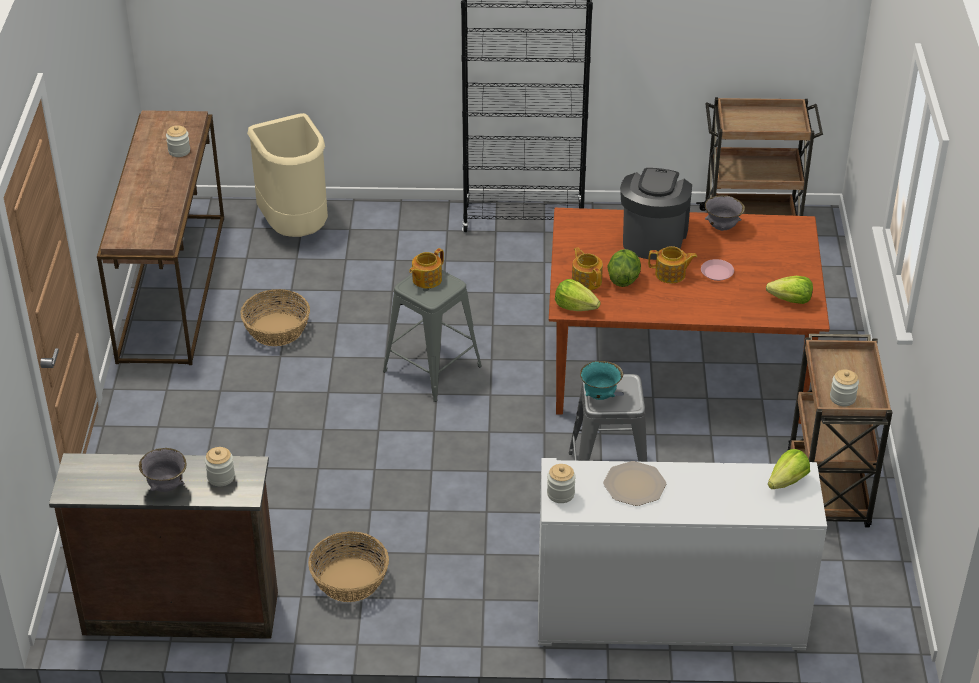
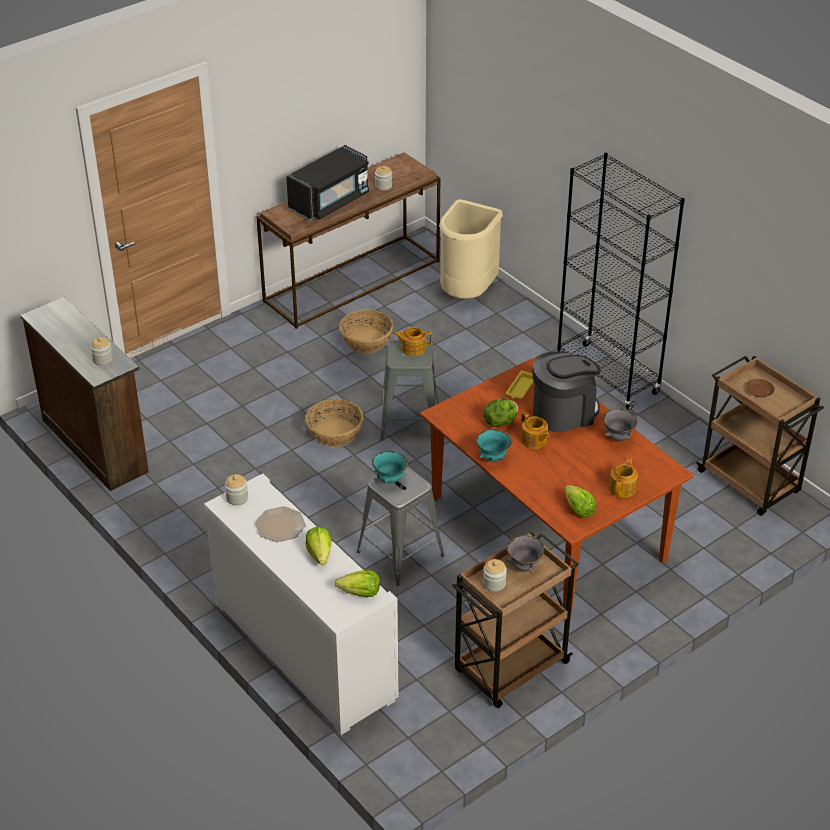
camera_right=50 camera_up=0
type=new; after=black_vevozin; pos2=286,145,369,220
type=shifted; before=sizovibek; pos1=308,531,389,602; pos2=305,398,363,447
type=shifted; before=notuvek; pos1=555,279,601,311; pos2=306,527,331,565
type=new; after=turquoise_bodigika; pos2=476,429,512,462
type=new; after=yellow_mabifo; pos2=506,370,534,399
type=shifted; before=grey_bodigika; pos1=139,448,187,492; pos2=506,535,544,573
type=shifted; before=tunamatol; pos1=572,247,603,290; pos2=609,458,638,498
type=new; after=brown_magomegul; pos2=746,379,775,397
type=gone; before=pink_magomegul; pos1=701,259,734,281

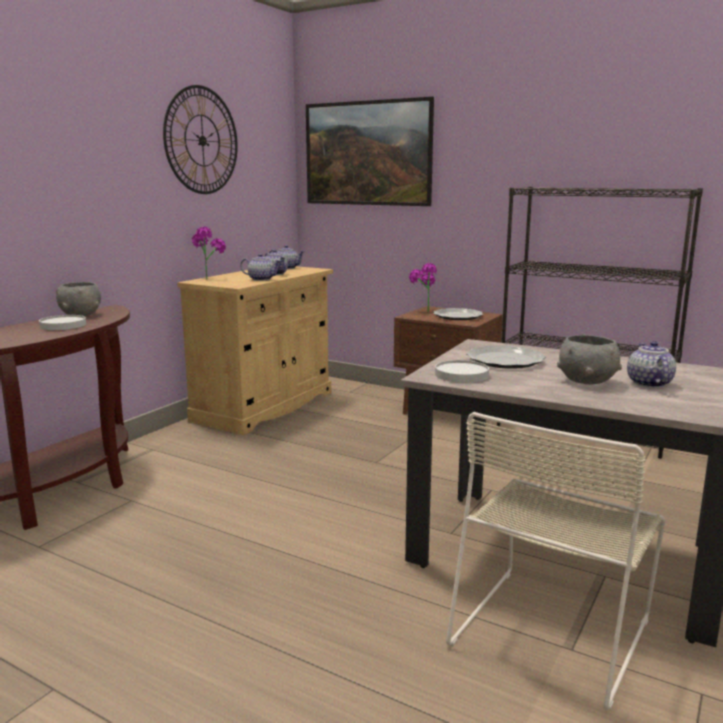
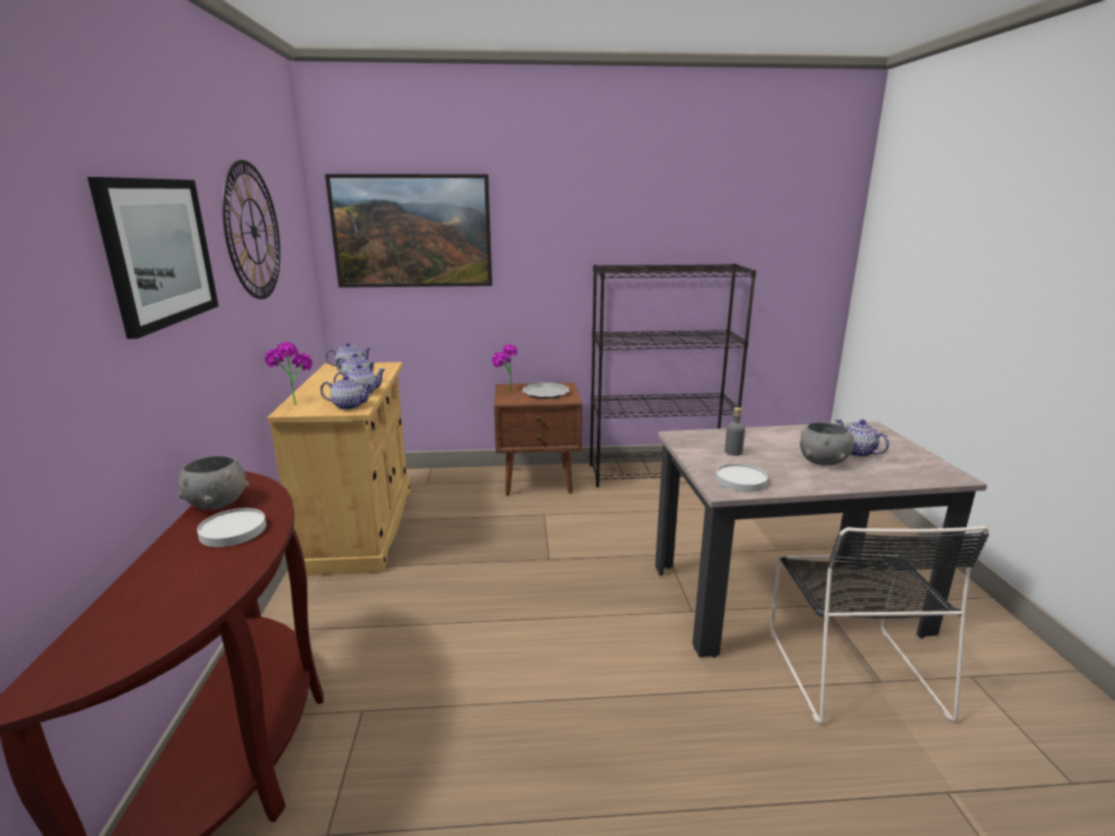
camera_right=-35 camera_up=5
type=new; after=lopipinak; pos2=87,177,219,339
type=new; after=tunamatol; pos2=320,375,373,410
type=swapped; before=magomegul; after=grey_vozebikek; pos1=466,345,546,369; pos2=725,407,745,456
type=repainted; before=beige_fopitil; after=black_fopitil; pos1=446,412,665,710; pos2=770,526,989,724

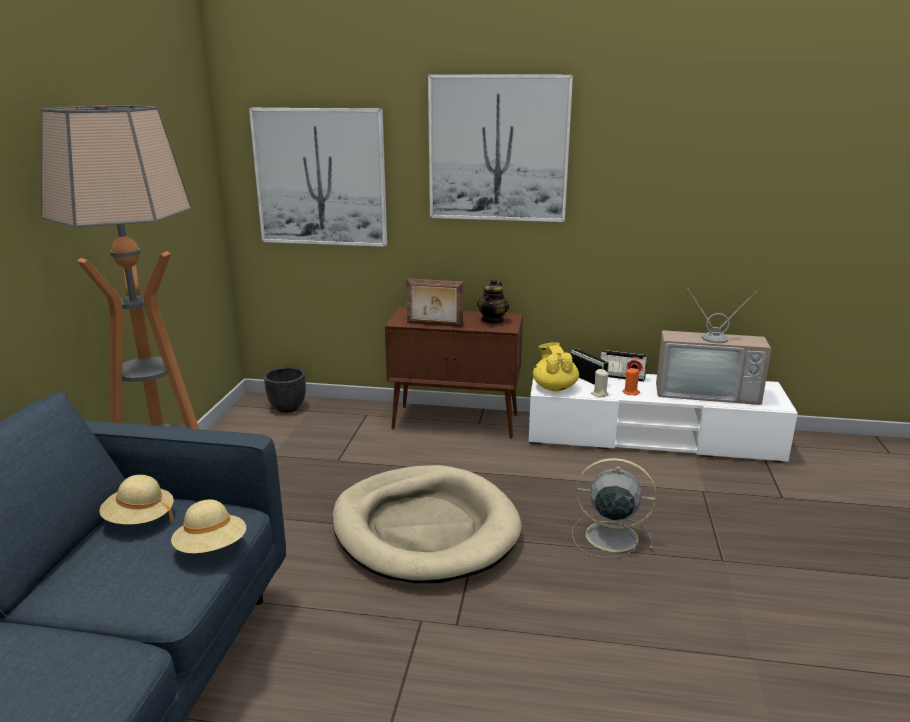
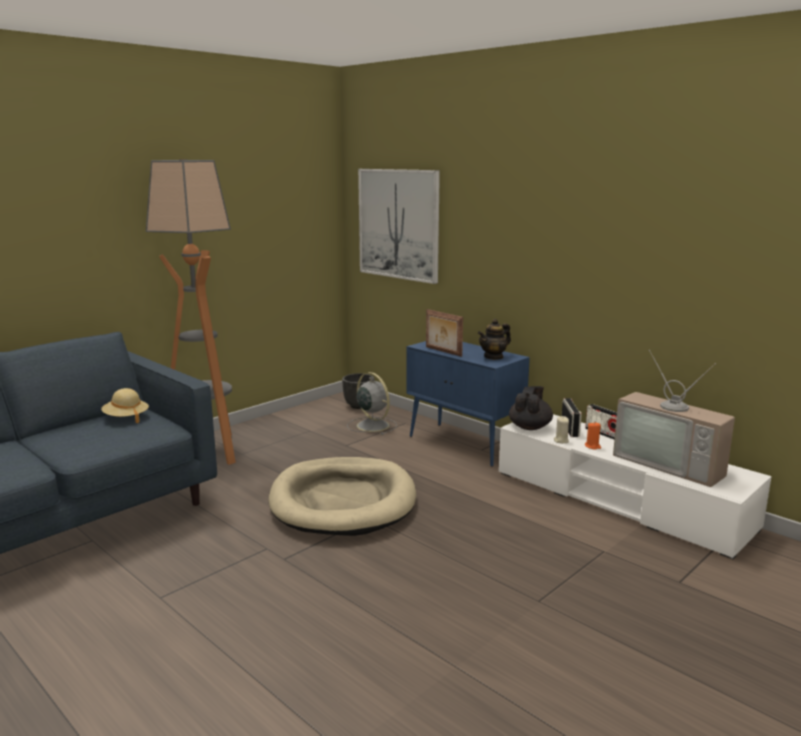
camera_right=35 camera_up=-5
type=shifted; before=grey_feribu; pos1=572,458,656,559; pos2=347,372,397,435
type=repainted; before=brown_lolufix; after=blue_lolufix; pos1=385,307,523,438; pos2=406,341,530,467
type=repainted; before=yellow_tunamatol; after=black_tunamatol; pos1=533,342,579,391; pos2=509,386,553,430
type=gone; before=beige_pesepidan; pos1=171,500,246,553
type=gone; before=lopipinak; pos1=428,74,573,222

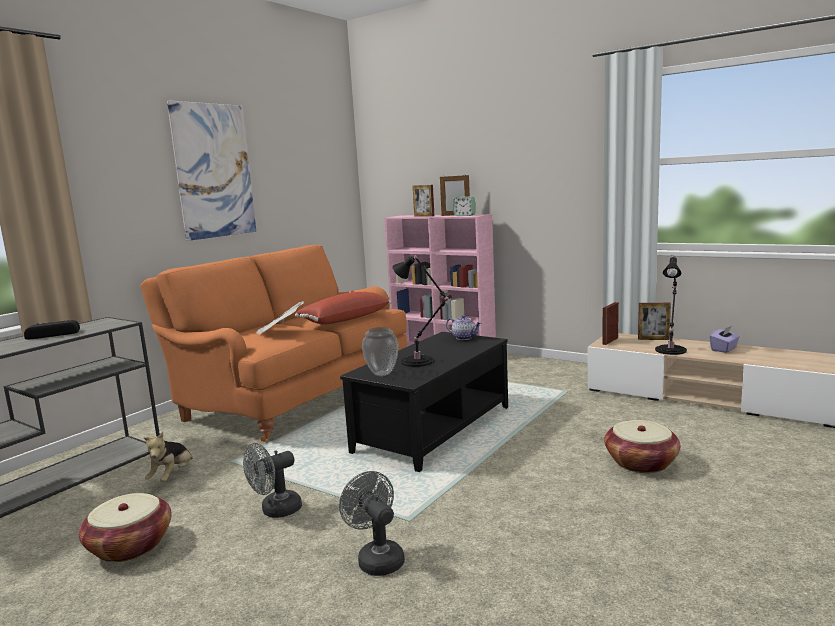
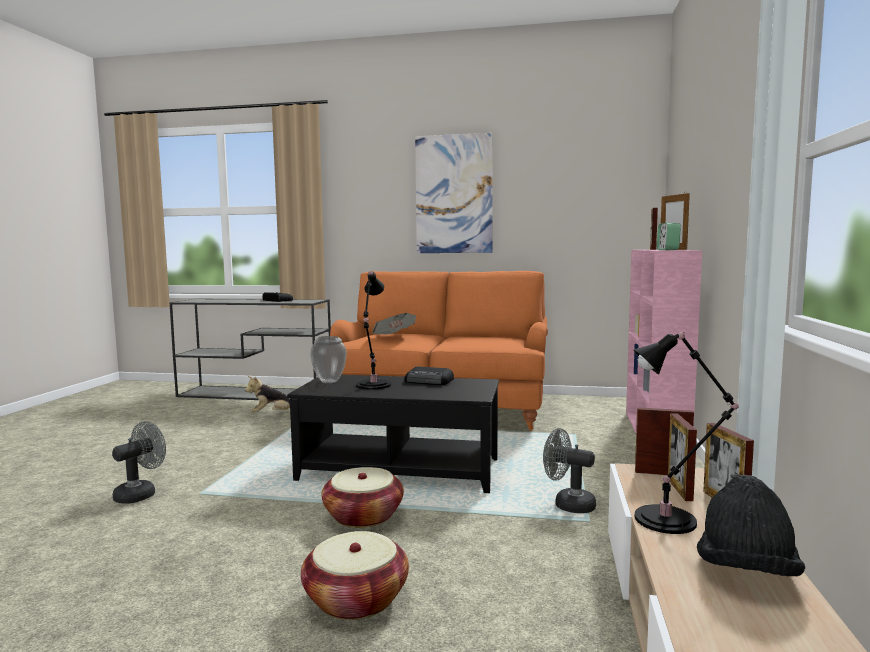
camera_right=65 camera_up=-5
type=shifted; before=sizovibek; pos1=79,493,171,562; pos2=321,467,404,528
type=new; after=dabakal; pos2=404,367,454,385
type=shifted; before=grey_feribu; pos1=243,443,302,518; pos2=543,428,596,513
type=new; after=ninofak; pos2=668,413,697,501
type=swapped; before=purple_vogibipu; after=black_pesepidan; pos1=709,326,740,353; pos2=697,475,805,576
type=gone; before=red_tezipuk; pos1=295,292,391,325
type=gone; before=tunamatol; pos1=446,315,482,340

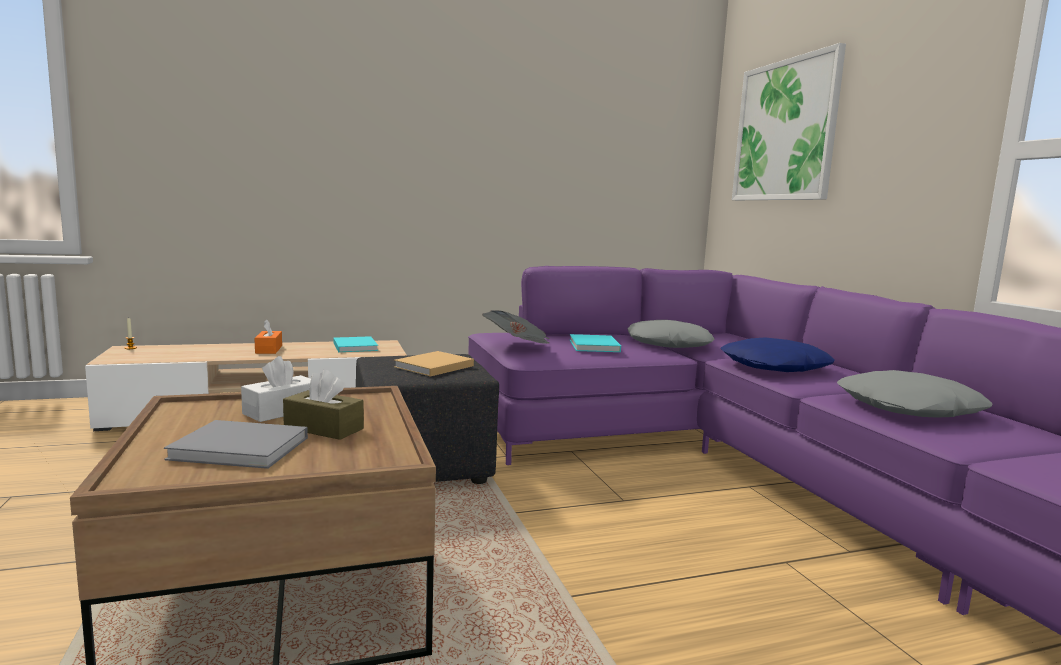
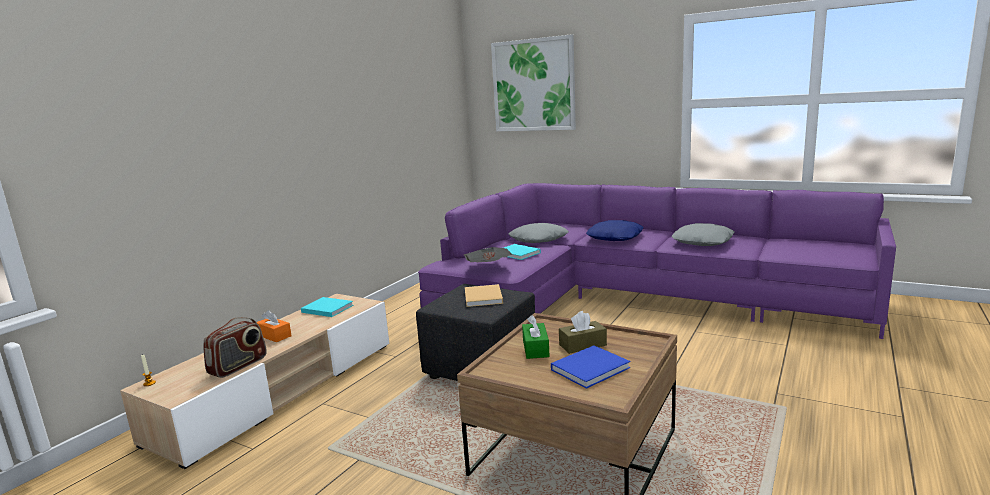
camera_right=-40 camera_up=5
type=new; after=dabakal; pos2=203,317,267,378
type=repainted; before=white_vogibipu; after=green_vogibipu; pos1=241,356,311,422; pos2=522,315,550,359
type=repainted; before=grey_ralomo; after=blue_ralomo; pos1=164,420,308,469; pos2=551,345,630,389

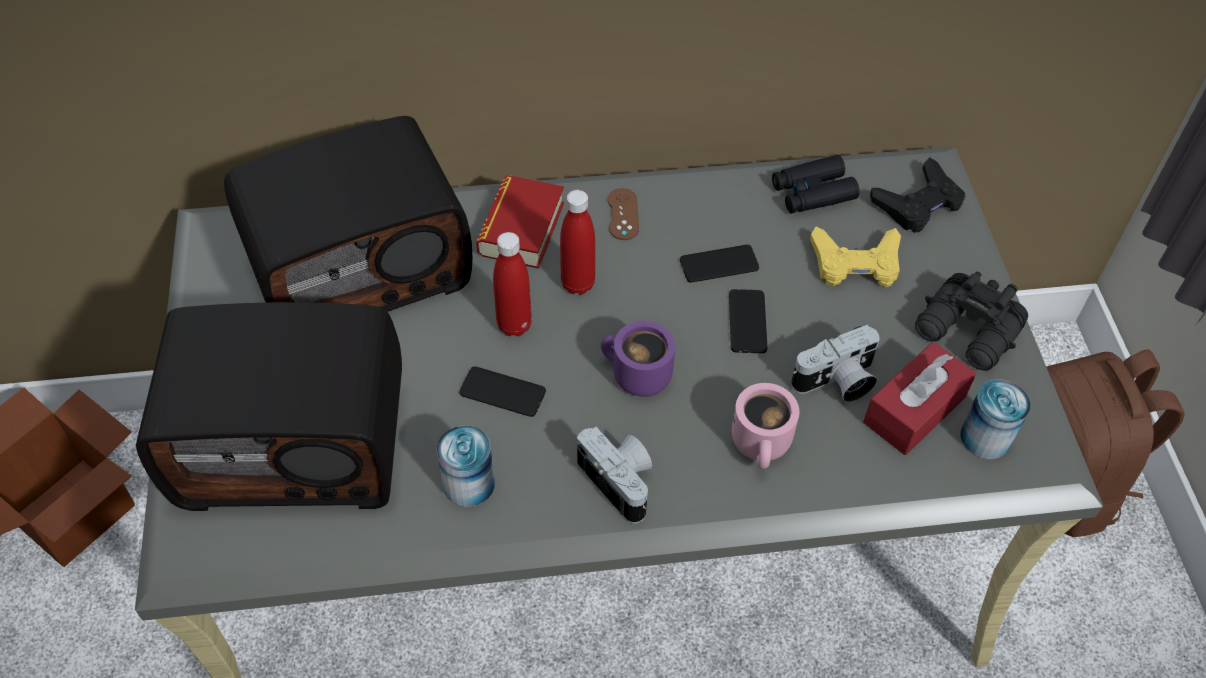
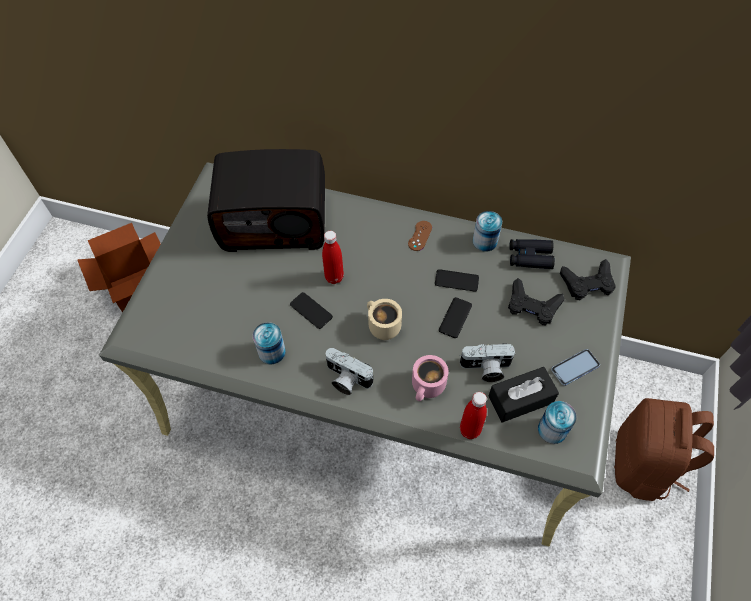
camera_right=25 camera_up=5
type=rotated; before=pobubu; pos1=577,427,652,524; pos2=325,348,374,395; turn=135
type=repainted; before=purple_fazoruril; after=beige_fazoruril; pos1=601,321,675,397; pos2=367,299,402,340
type=shifted; before=red_vozebikek; pos1=560,190,595,295; pos2=460,392,487,439
type=new; after=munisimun; pos2=473,211,502,252
type=repainted; before=red_vogibipu; after=black_vogibipu; pos1=863,342,976,455; pos2=489,367,559,423
type=repainted; before=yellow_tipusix; after=black_tipusix; pos1=810,227,901,287; pos2=508,278,564,325
type=swapped; before=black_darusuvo; after=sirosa; pos1=915,272,1028,371; pos2=551,349,600,386
type=gone; before=dabakal; pos1=136,302,402,511
type=gone; before=ralomo; pos1=476,175,564,269

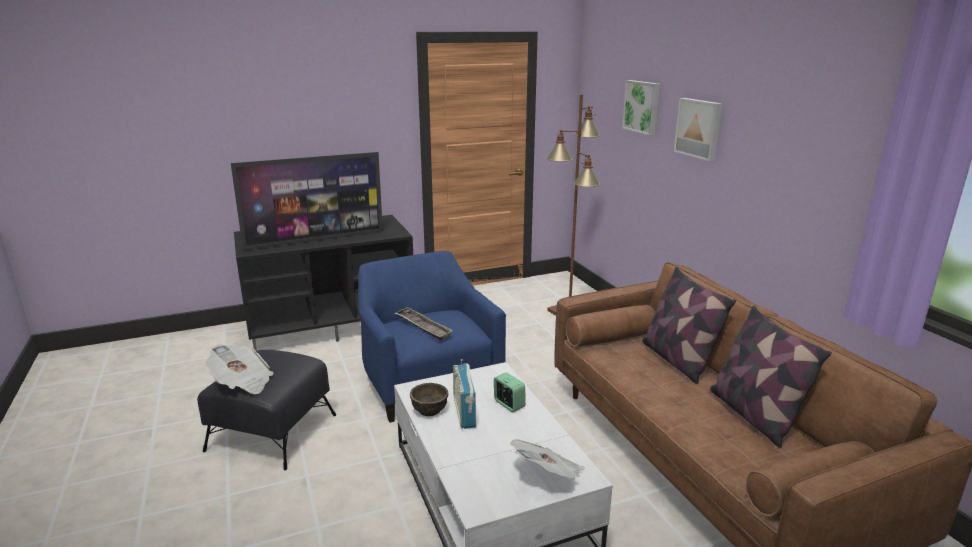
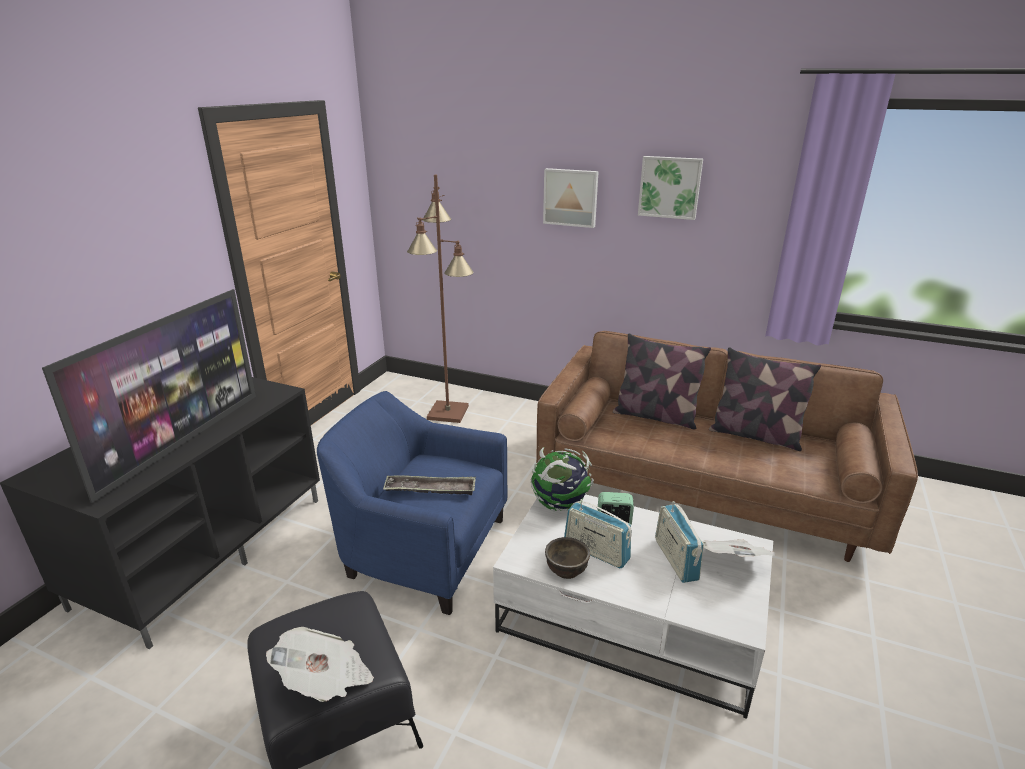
camera_right=-45 camera_up=5
type=new; after=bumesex; pos2=531,447,594,512
type=shifted; before=lopipinak; pos1=622,80,660,135; pos2=638,156,703,220
type=new; after=dabakal; pos2=655,501,704,583

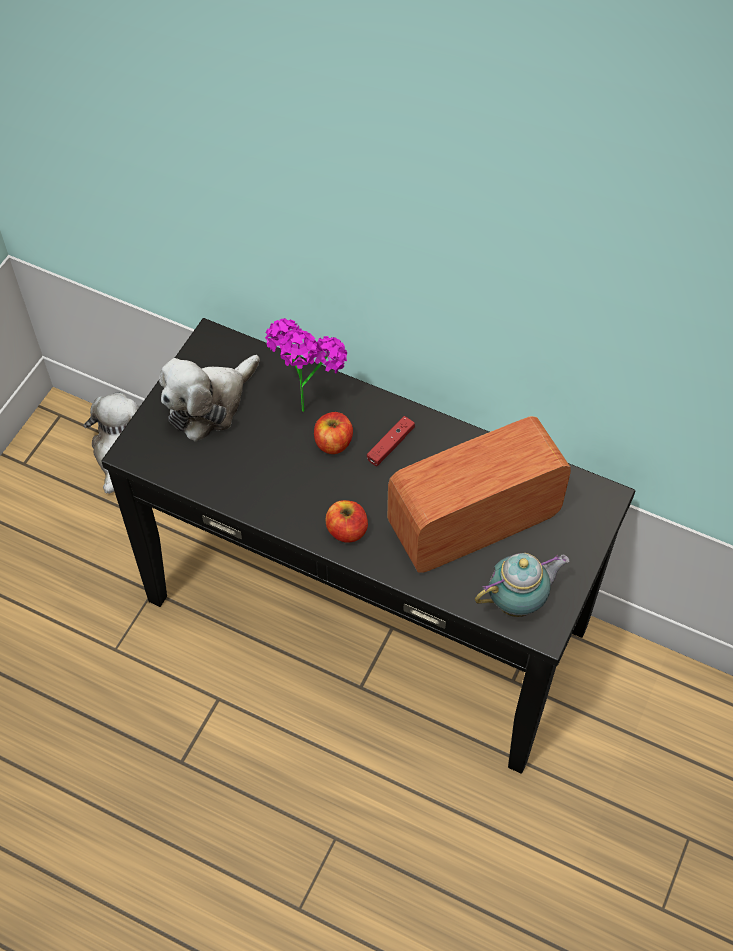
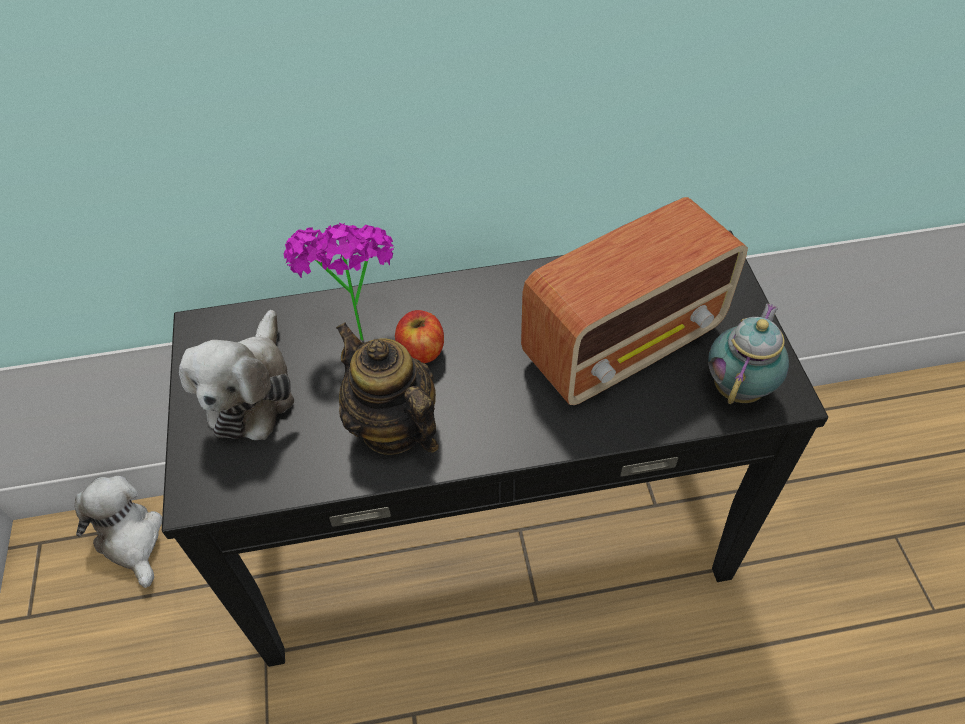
camera_right=-35 camera_up=-5
type=new; after=tunamatol; pos2=336,322,439,455
type=rotated; before=dabakal; pos1=387,416,571,573; pos2=521,197,748,405; turn=-150
type=gone; before=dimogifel; pos1=325,500,368,543
type=gone; before=red_tipusix; pos1=367,416,415,466

